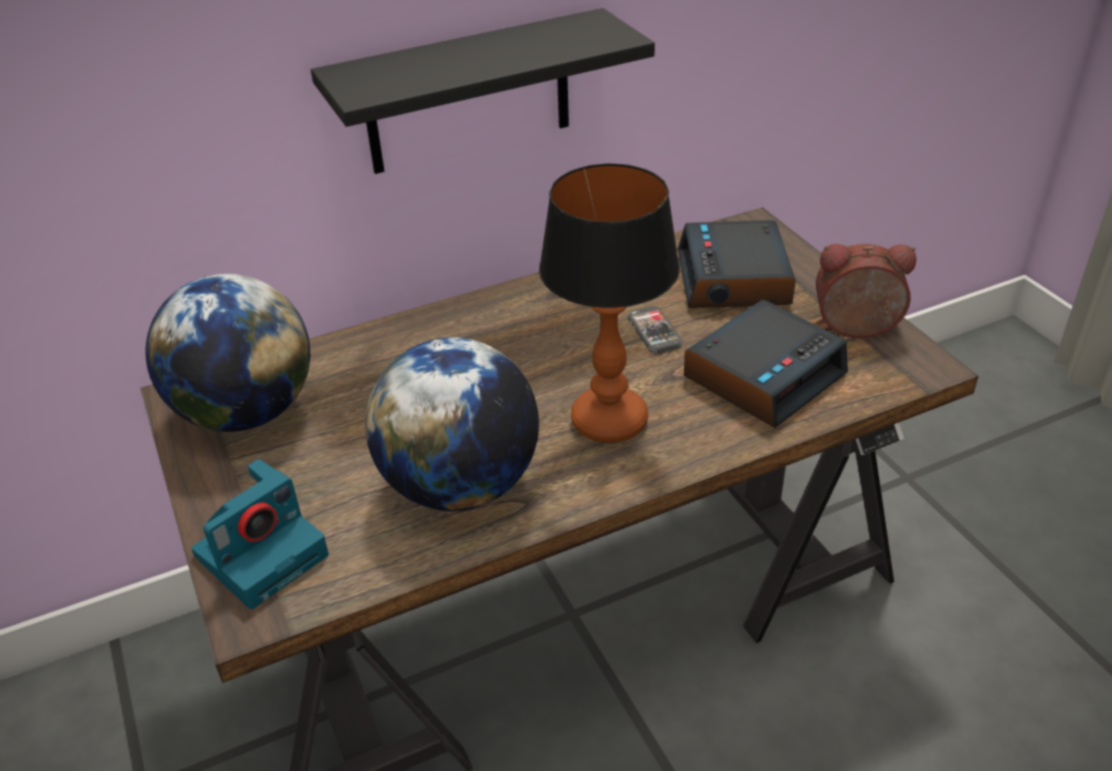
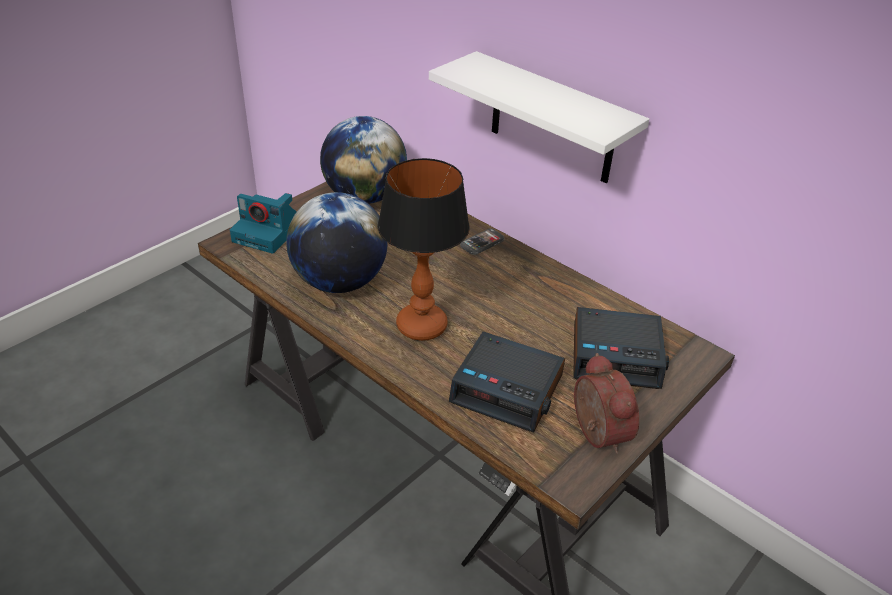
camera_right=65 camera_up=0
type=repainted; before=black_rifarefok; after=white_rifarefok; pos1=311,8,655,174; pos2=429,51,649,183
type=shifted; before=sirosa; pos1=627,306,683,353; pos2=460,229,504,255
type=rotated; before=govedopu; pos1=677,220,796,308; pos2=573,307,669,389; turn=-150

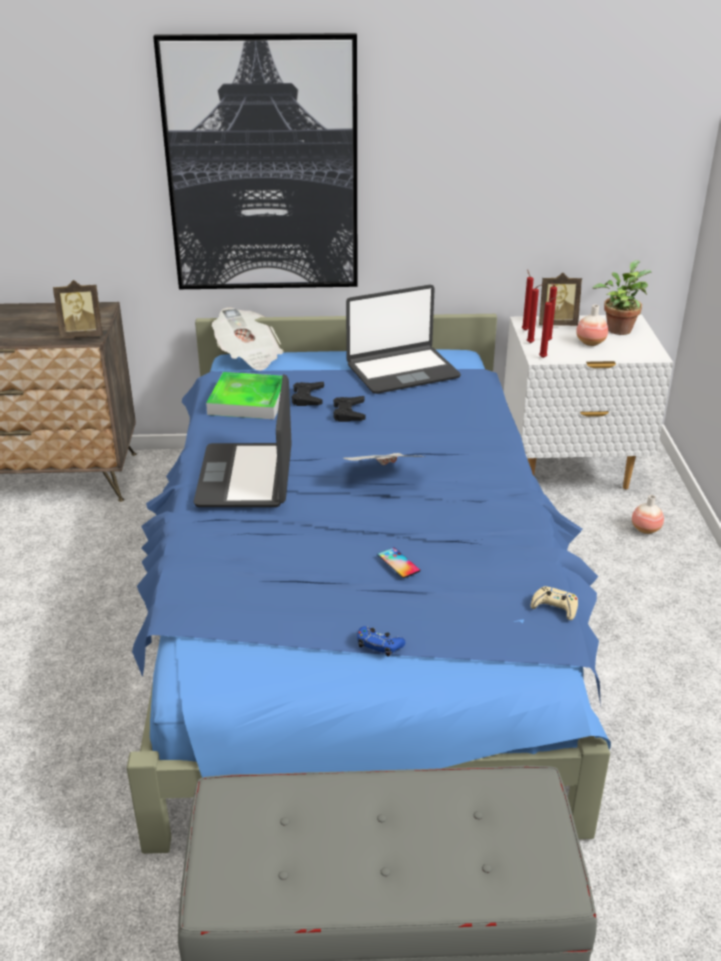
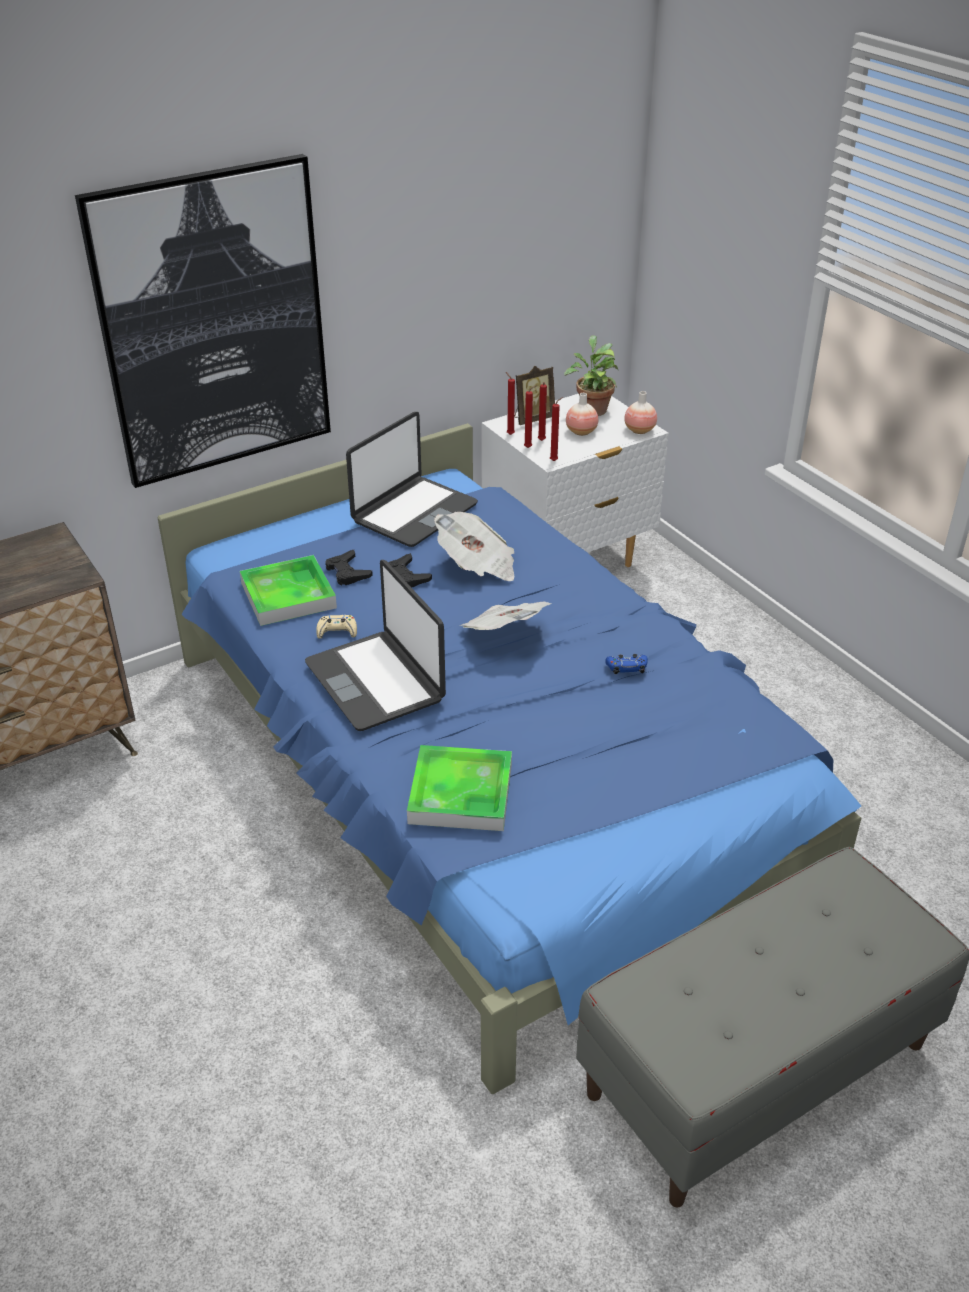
camera_right=-30 camera_up=5
type=shifted; before=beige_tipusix; pos1=530,586,578,620; pos2=316,615,357,639
type=new; after=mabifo; pos2=407,745,512,831
type=shifted; before=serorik; pos1=212,307,284,371; pos2=434,512,515,581
type=shifted; before=blue_tipusix; pos1=357,626,405,657; pos2=605,654,648,674
type=shifted; before=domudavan; pos1=632,495,664,534; pos2=624,391,657,434
type=gone; before=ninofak; pos1=53,280,103,338
type=gone; before=sirosa; pos1=377,547,420,578

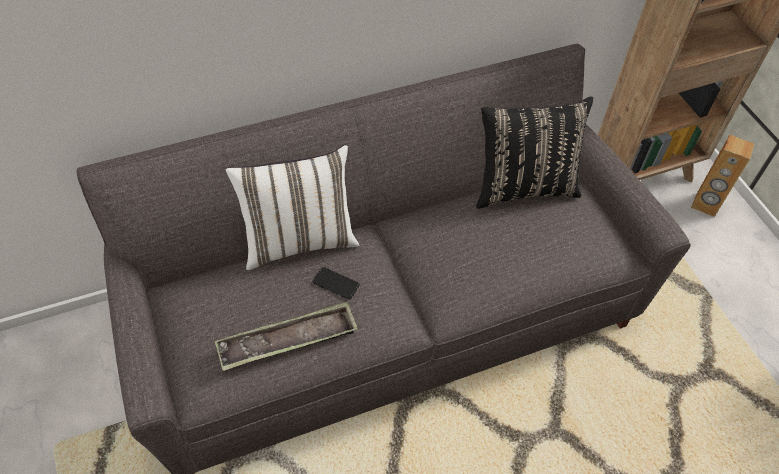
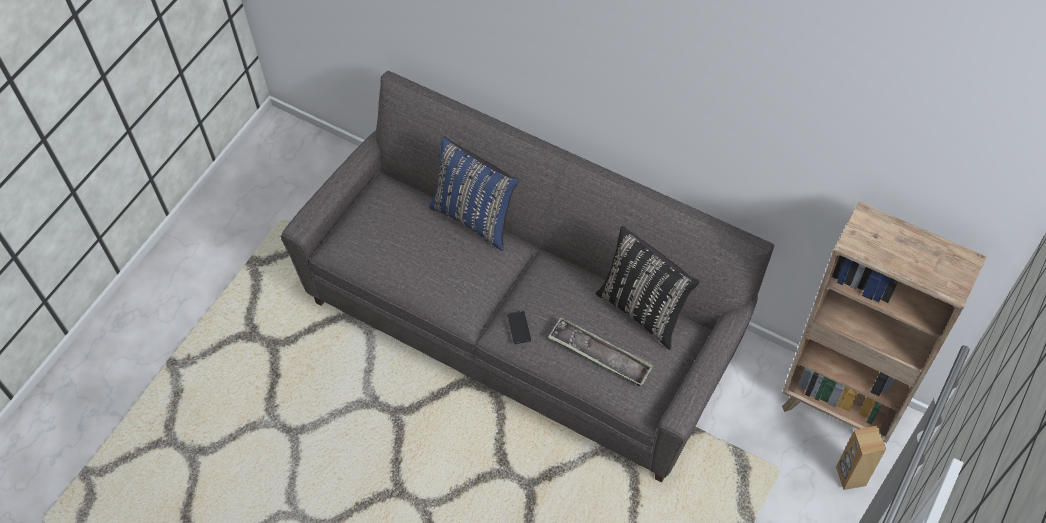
camera_right=55 camera_up=5
type=repainted; before=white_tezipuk; after=blue_tezipuk; pos1=225,145,360,270; pos2=429,137,519,251
type=shifted; before=sirosa; pos1=312,267,360,300; pos2=507,311,531,344
type=shifted; before=mabifo; pos1=215,302,358,371; pos2=548,317,654,386

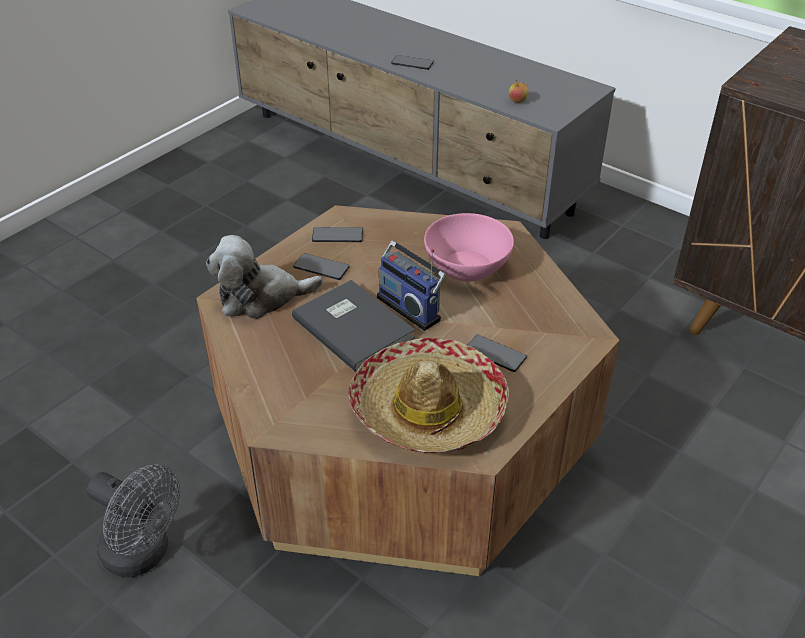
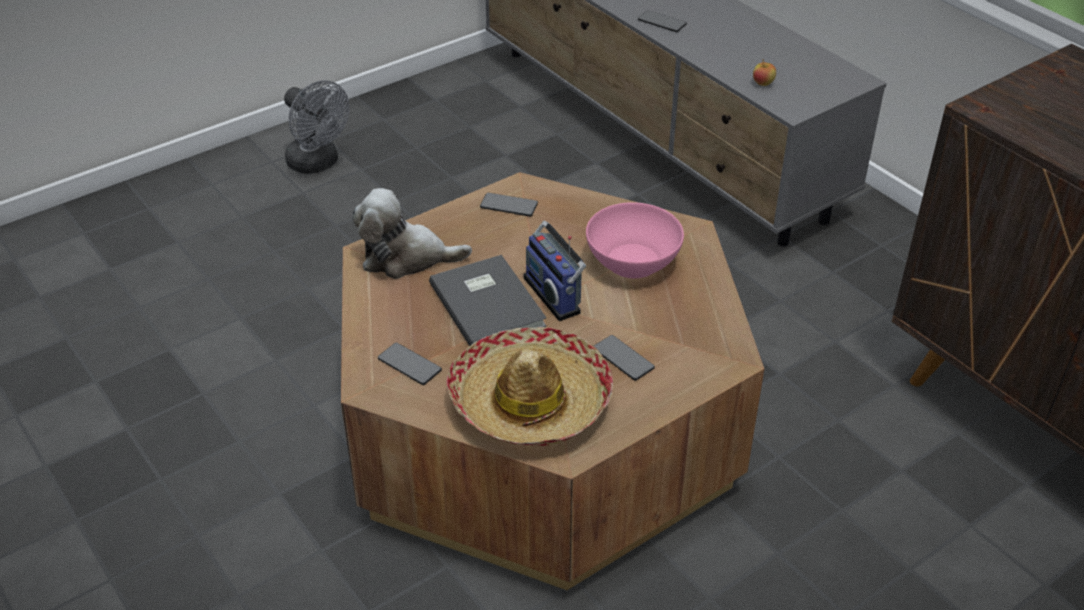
camera_right=15 camera_up=0
type=shifted; before=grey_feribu; pos1=87,464,180,578; pos2=284,80,350,174
type=shifted; before=sirosa; pos1=293,253,350,280; pos2=378,343,442,385

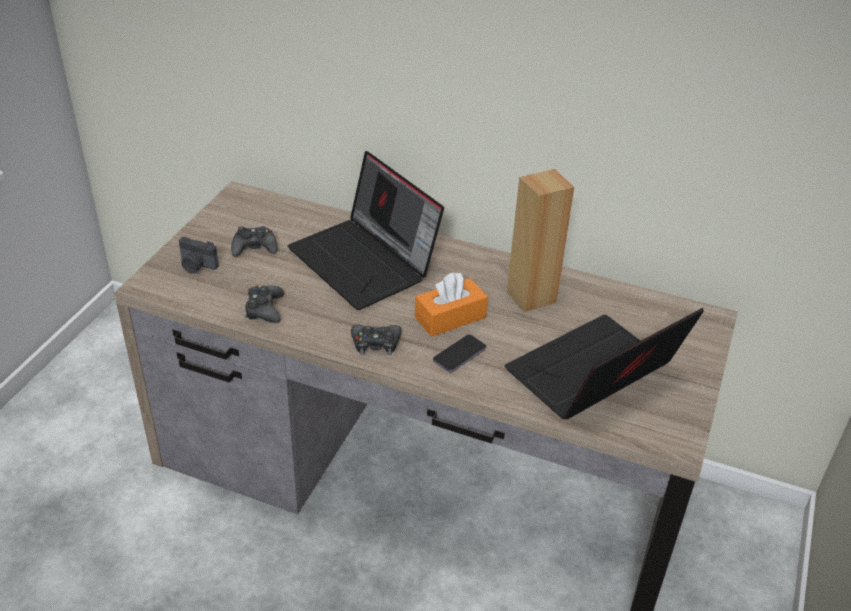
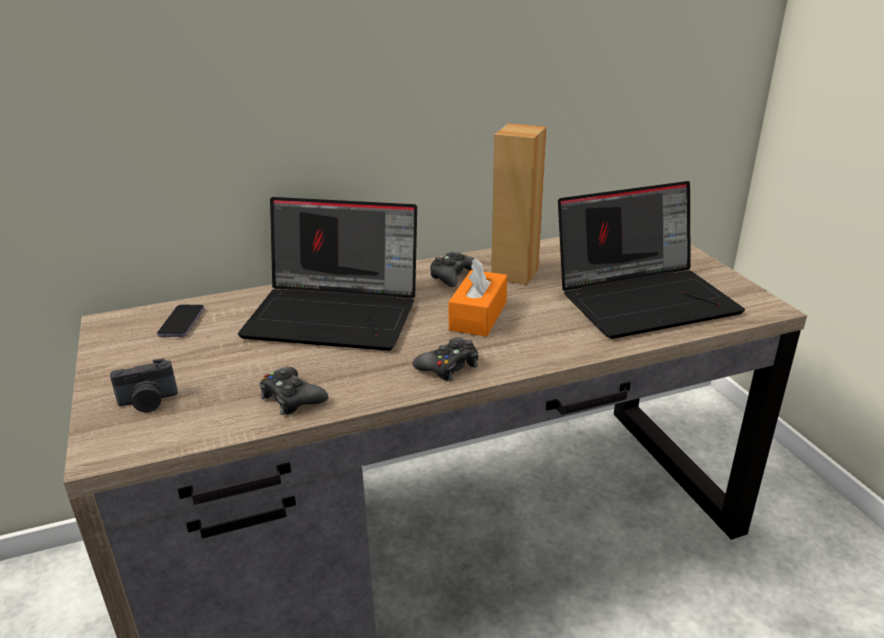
camera_right=-40 camera_up=-10
type=shifted; before=sirosa; pos1=433,335,486,372; pos2=157,305,204,337
type=shifted; before=black_tipusix; pos1=231,226,278,257; pos2=430,252,475,287
type=rotated; before=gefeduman; pos1=505,308,704,419; pos2=558,181,745,339; turn=-120

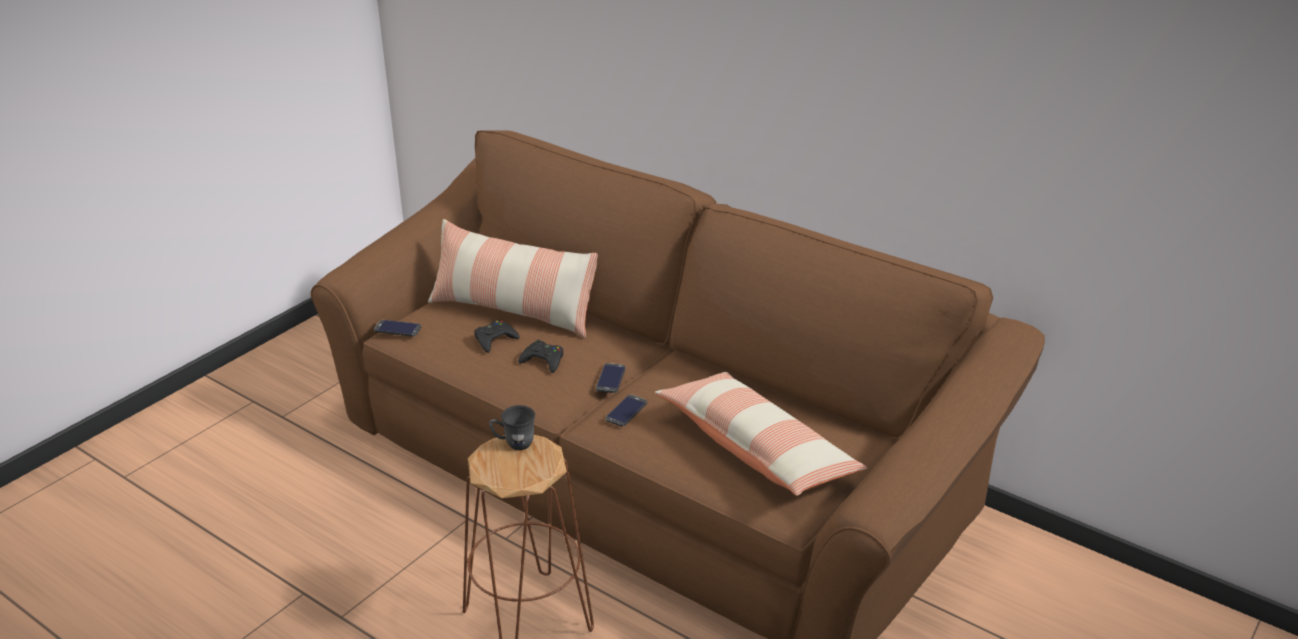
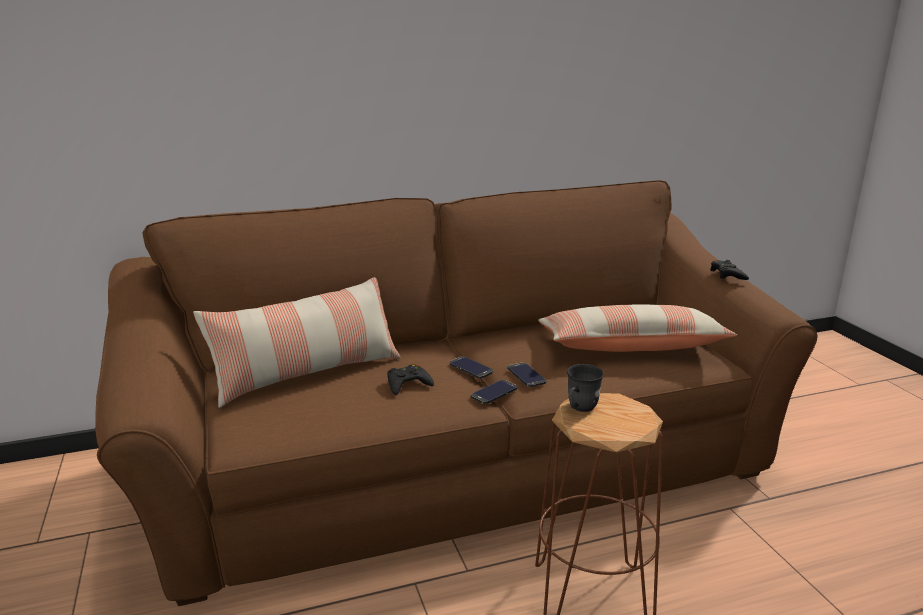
camera_right=-55 camera_up=-10
type=shifted; before=sirosa; pos1=374,320,421,336; pos2=471,380,517,404
type=shifted; before=black_tipusix; pos1=474,320,520,353; pos2=710,260,749,280

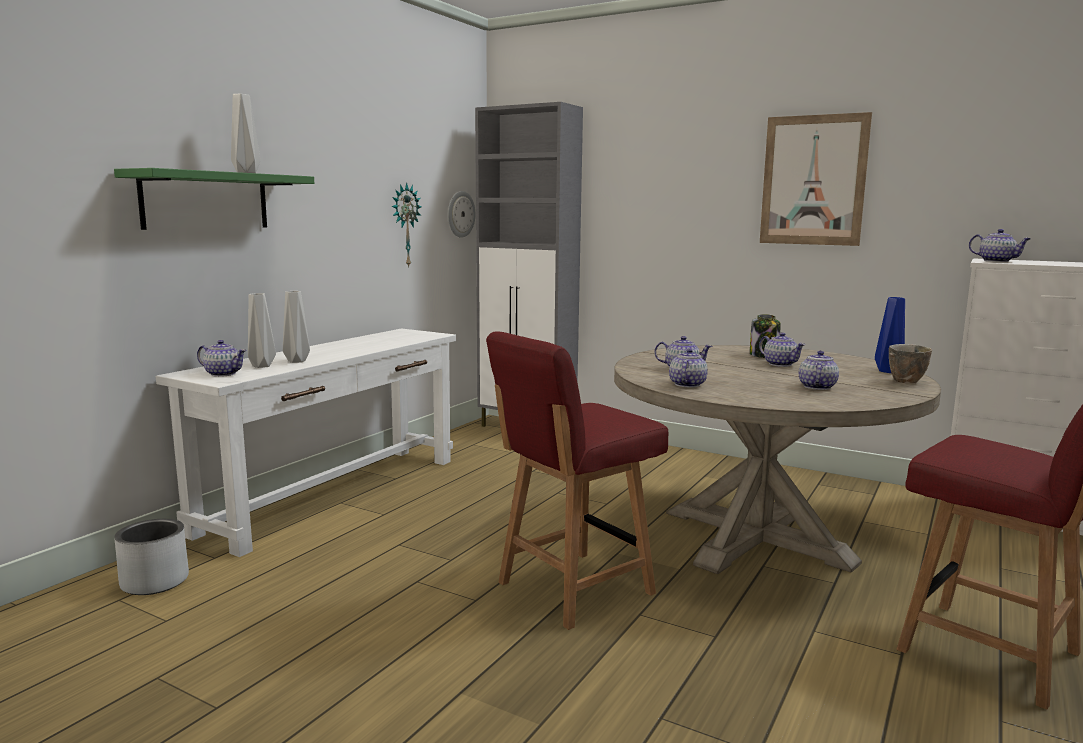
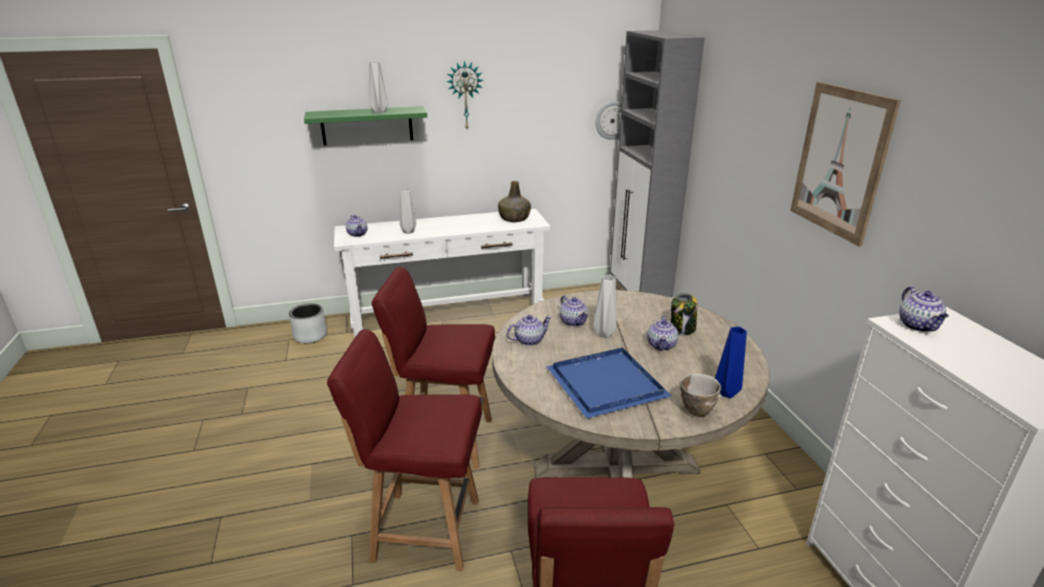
camera_right=45 camera_up=15
type=new; after=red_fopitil; pos2=327,329,482,571
type=shifted; before=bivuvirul; pos1=391,182,421,268; pos2=446,60,483,129
type=new; after=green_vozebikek; pos2=498,181,531,222
type=swapped; before=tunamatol; after=blue_mabifo; pos1=799,351,839,390; pos2=546,348,671,419
type=shifted; before=grey_domudavan; pos1=248,293,276,368; pos2=593,275,617,338

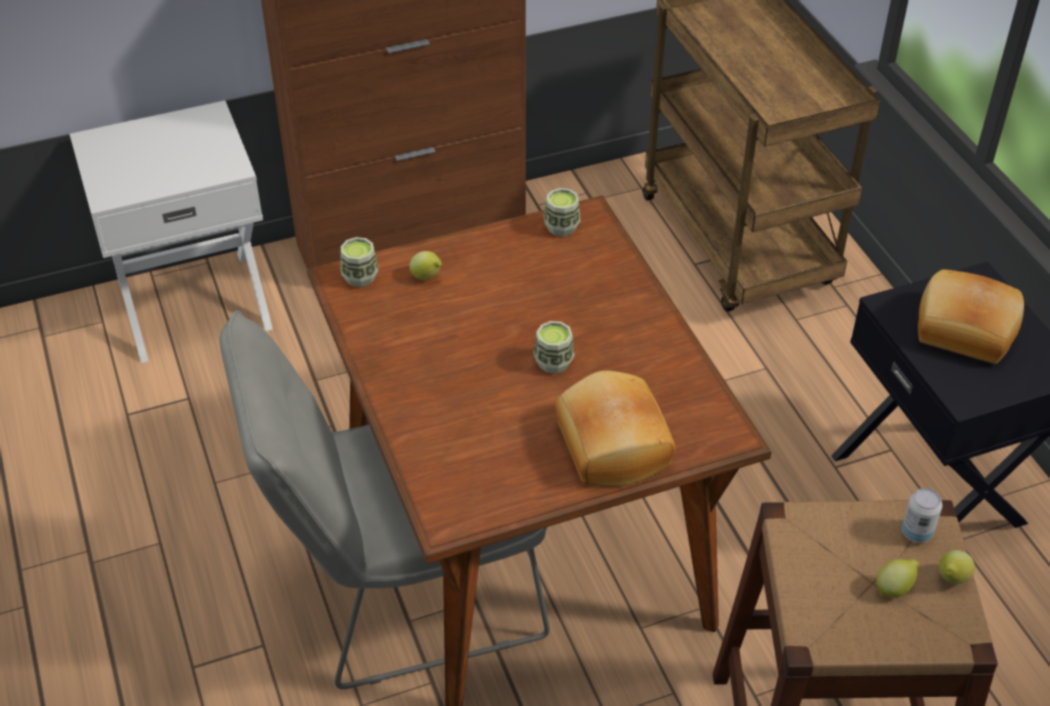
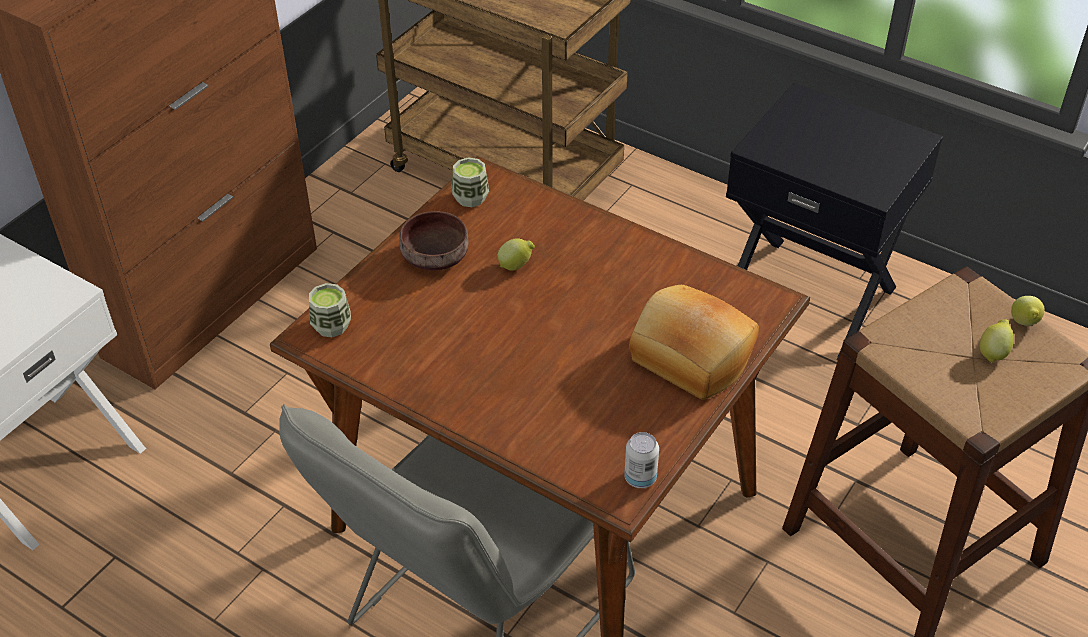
camera_right=-35 camera_up=0
type=new; after=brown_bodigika; pos2=399,211,469,270
type=shifted; before=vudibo; pos1=409,251,442,280; pos2=498,238,535,270
type=shifted; before=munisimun; pos1=902,488,942,543; pos2=624,432,659,488
type=gone; before=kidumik; pos1=534,321,575,374
type=gone; before=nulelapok; pos1=918,269,1024,364

